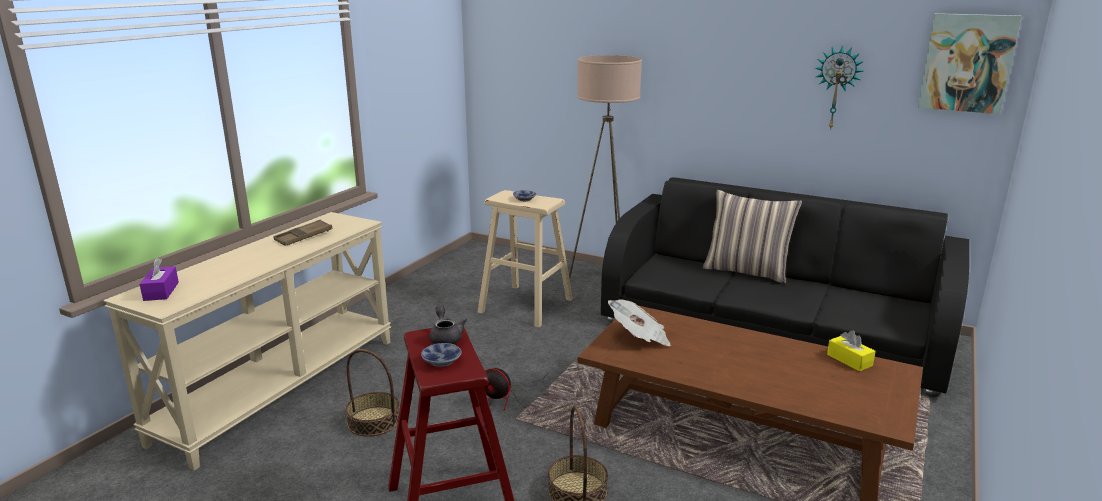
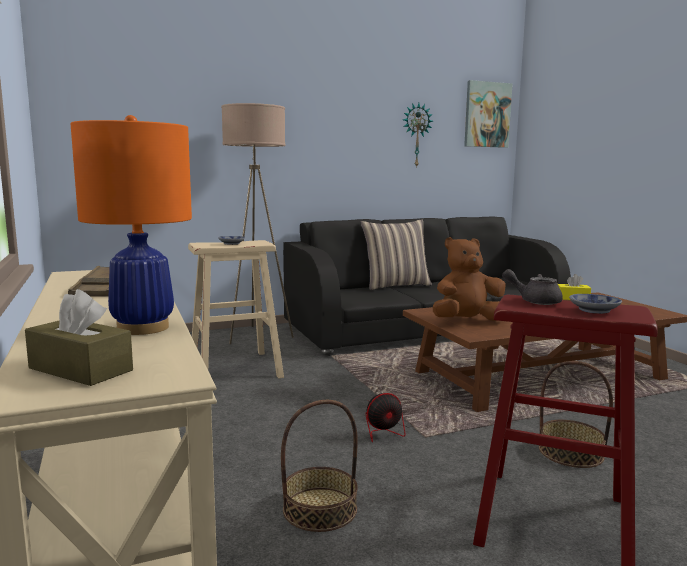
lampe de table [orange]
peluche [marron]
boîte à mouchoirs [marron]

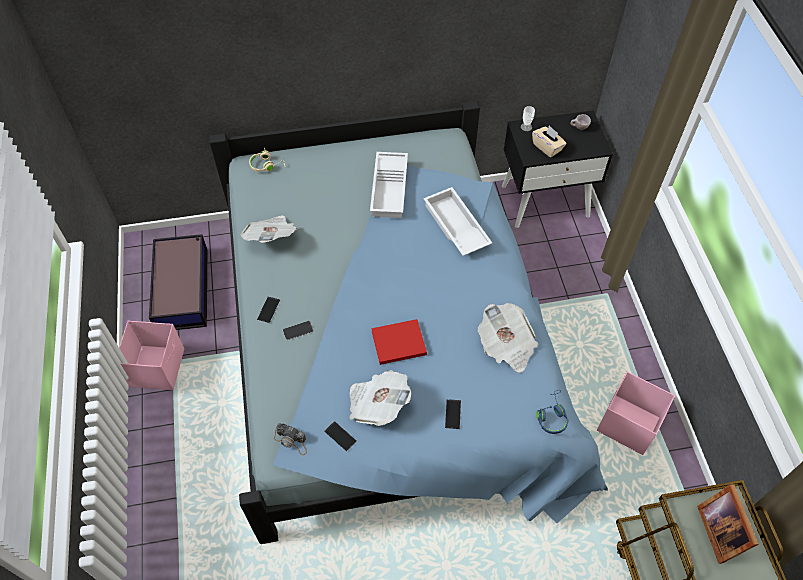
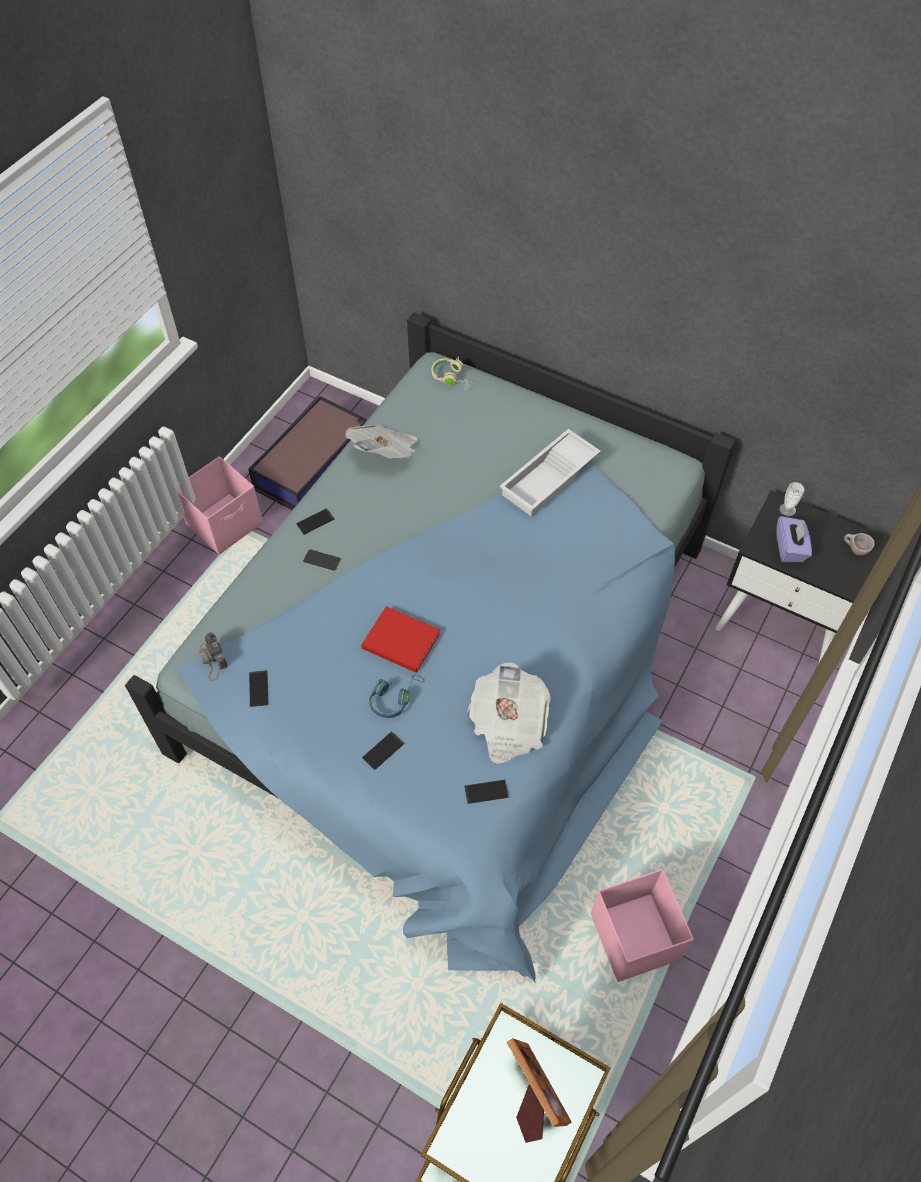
journal (no. 2 from left in the first image)
plateau [blanc] (no. 2 from left in the first image)
téléphone (no. 5 from left)
casque audio [bleu]
boîte à mouchoirs [violet]
cadre photo

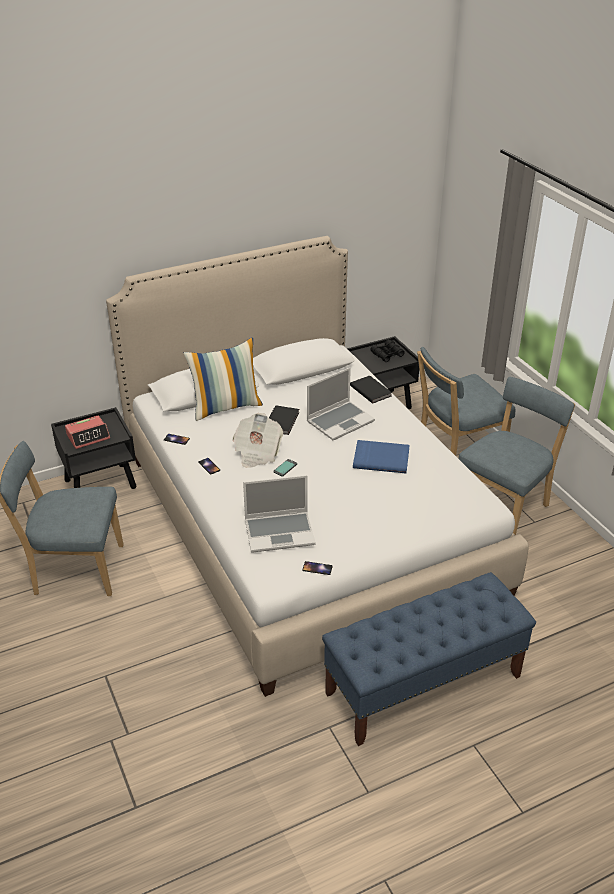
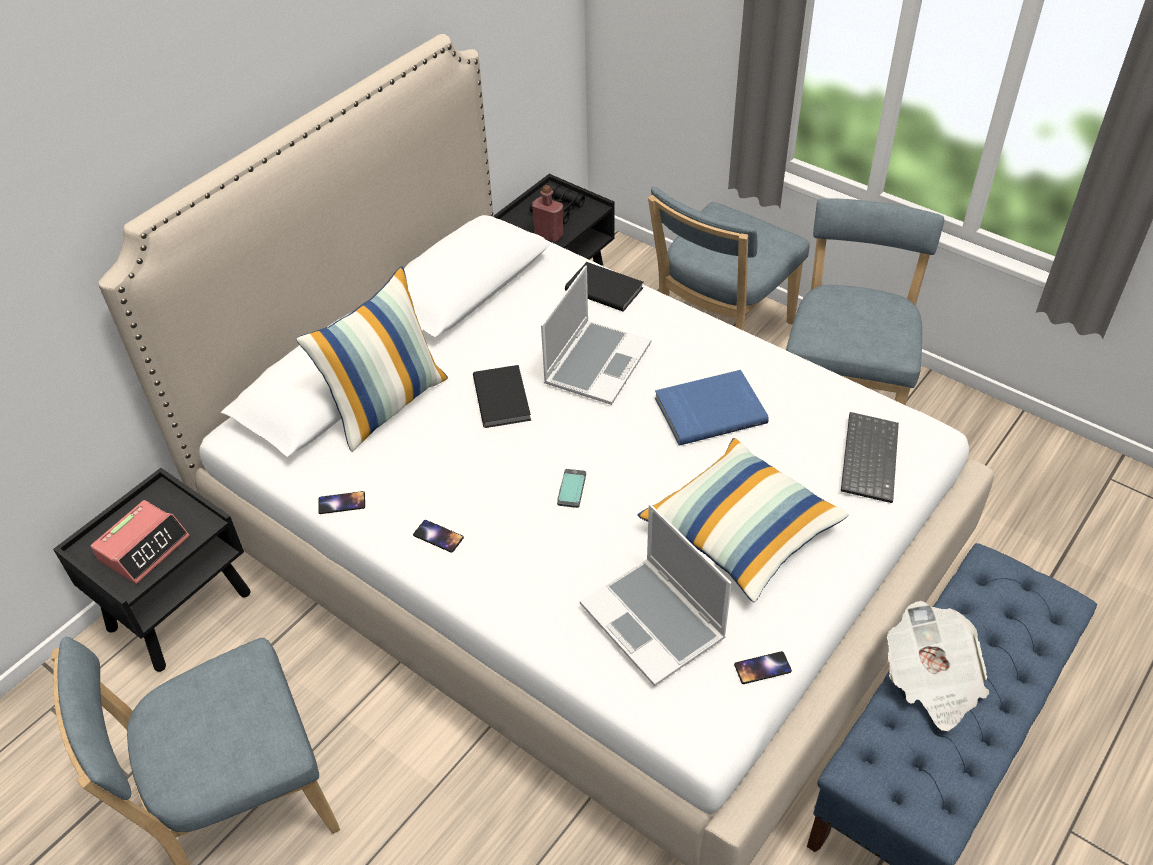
bouteille [rouge]
coussin (no. 2 from left)
clavier
journal
ordinateur portable (no. 2 from left)

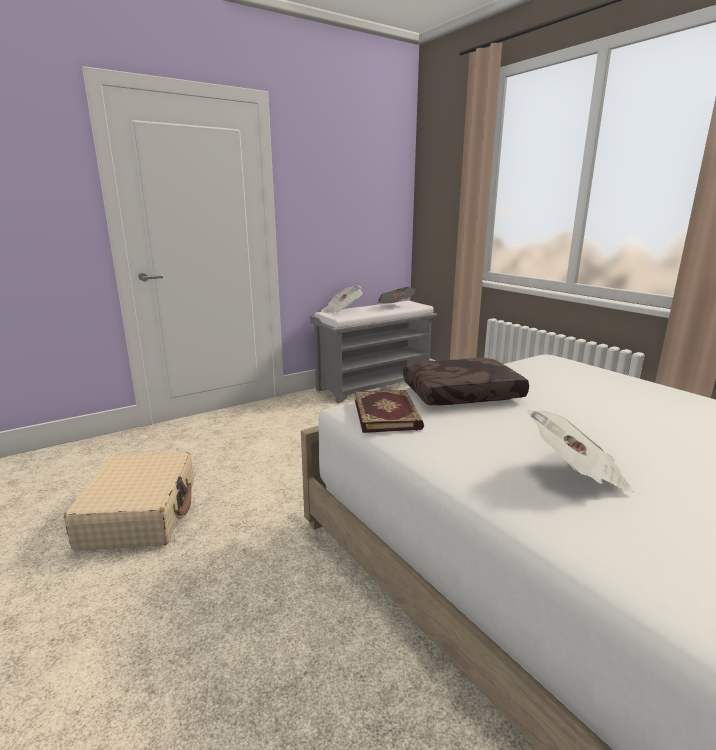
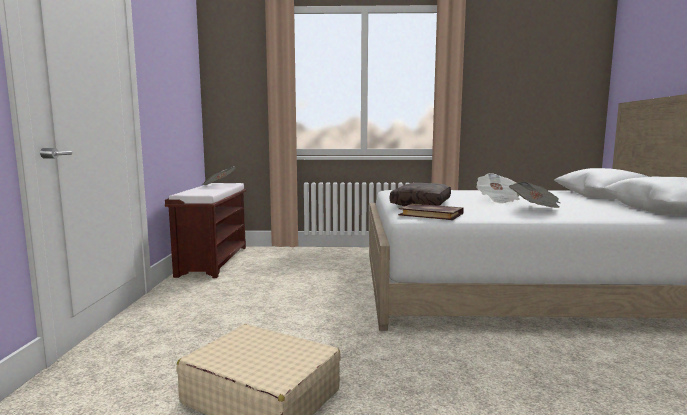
journal (no. 2 from left)
banc [marron]

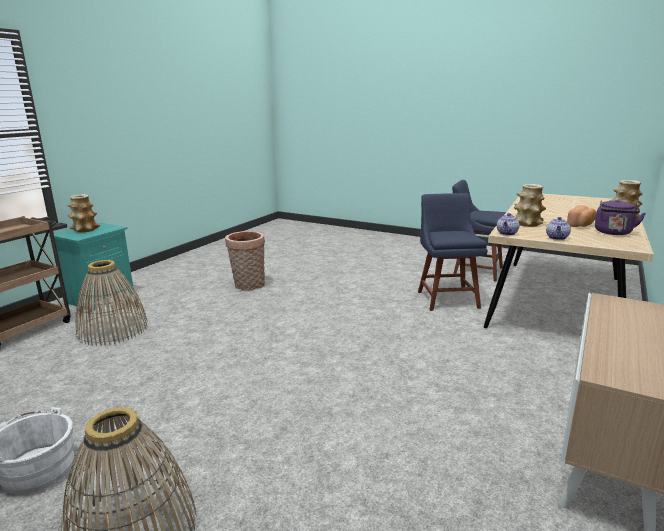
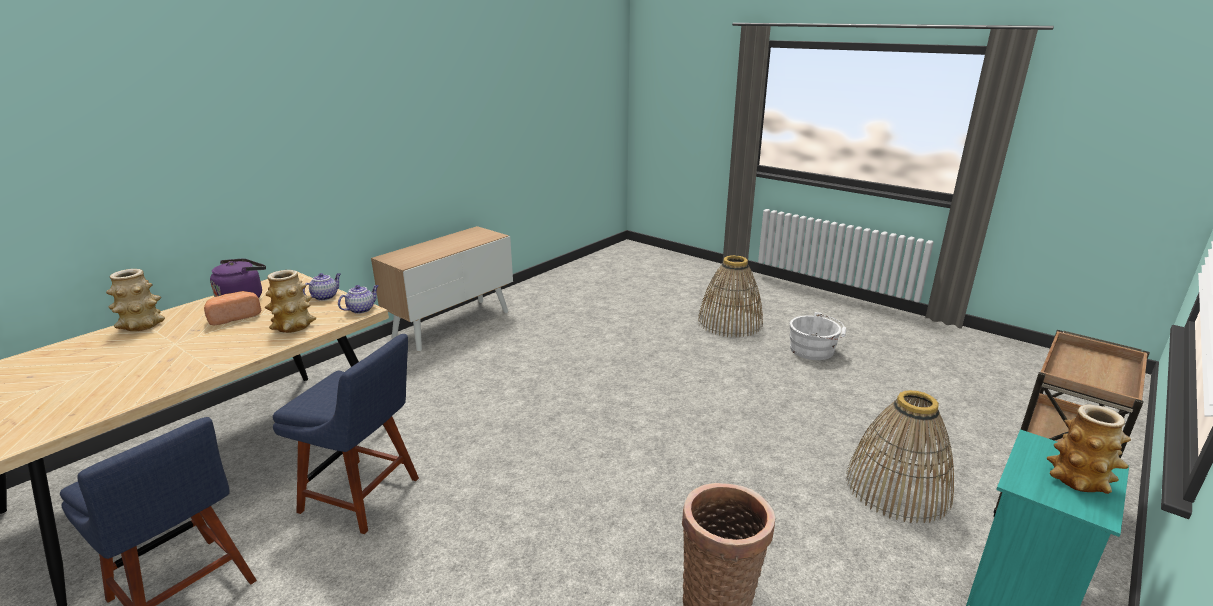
chaise [bleu] (no. 2 from left)

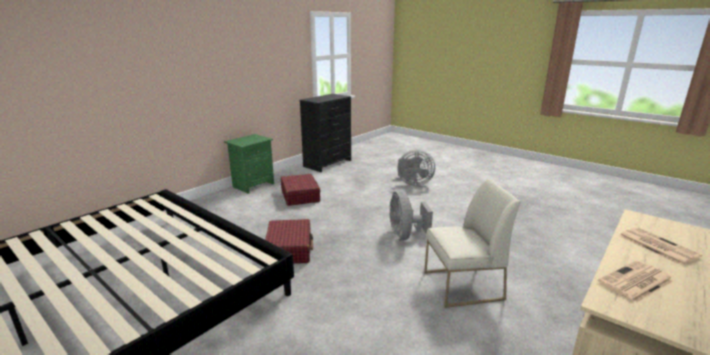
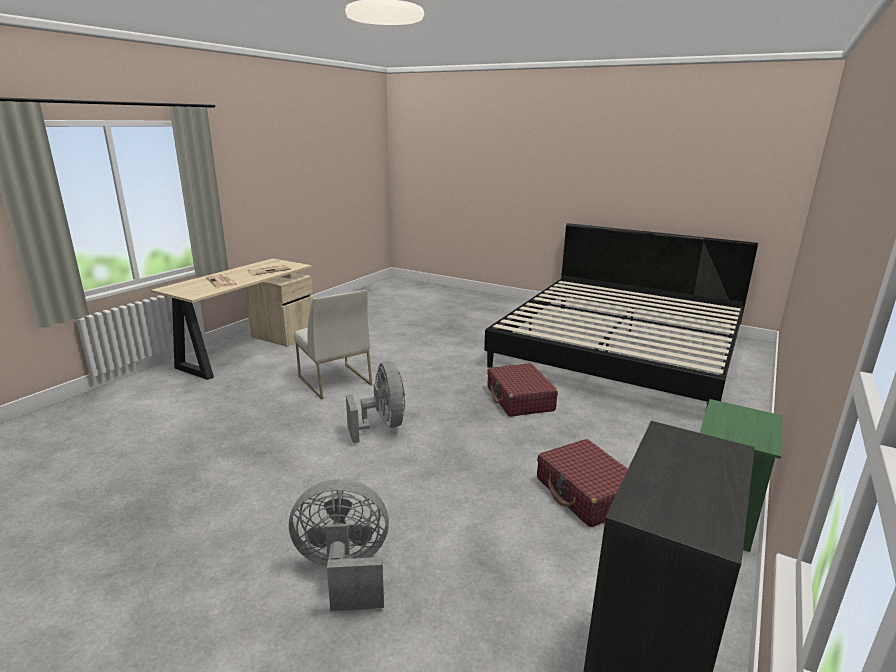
chaise [blanc]

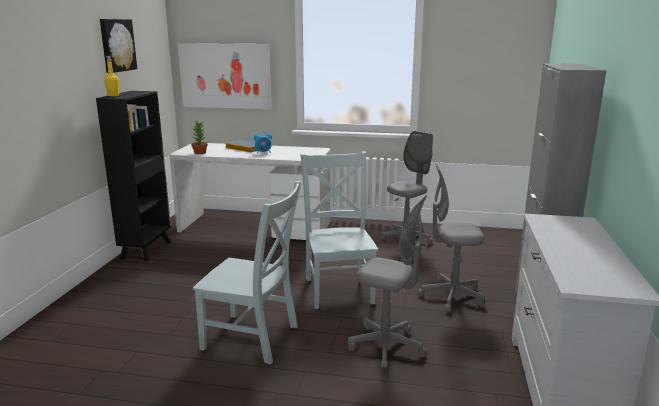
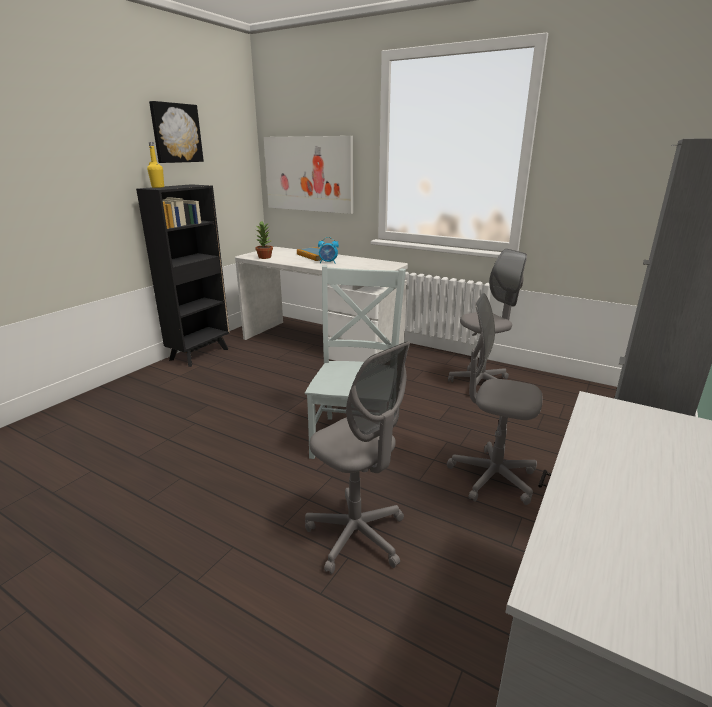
chaise [gris] (no. 1 from left in the first image)

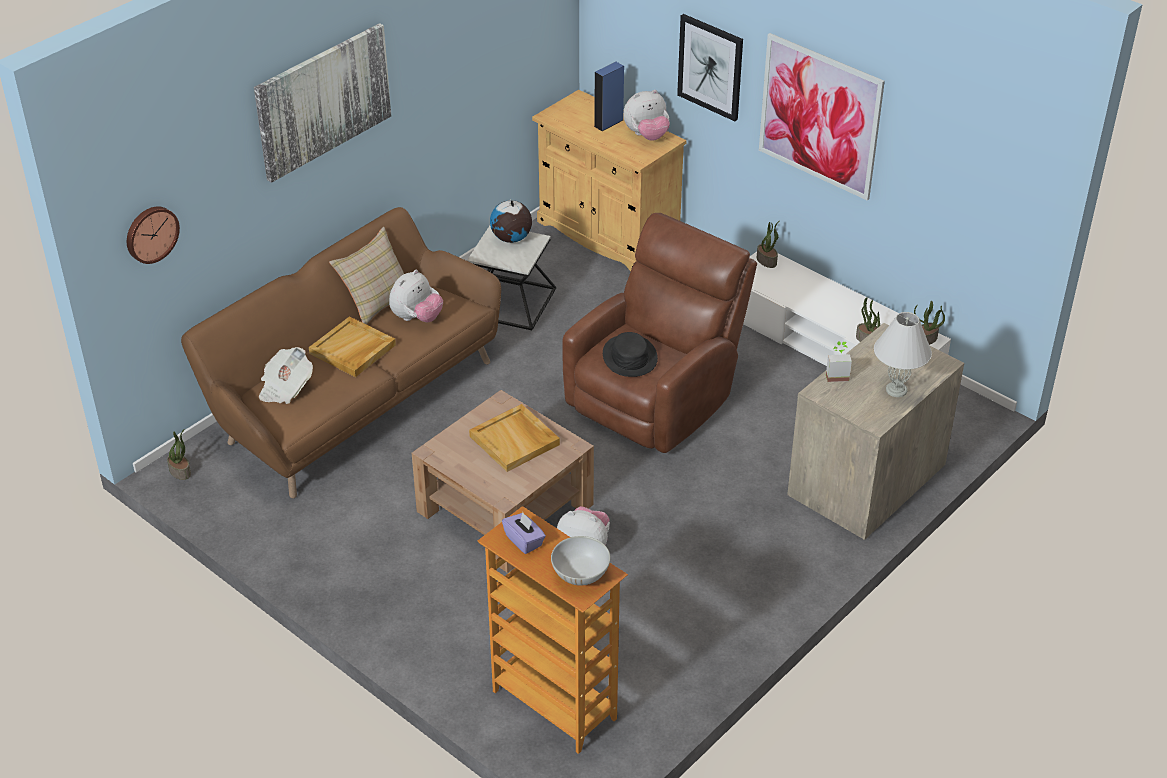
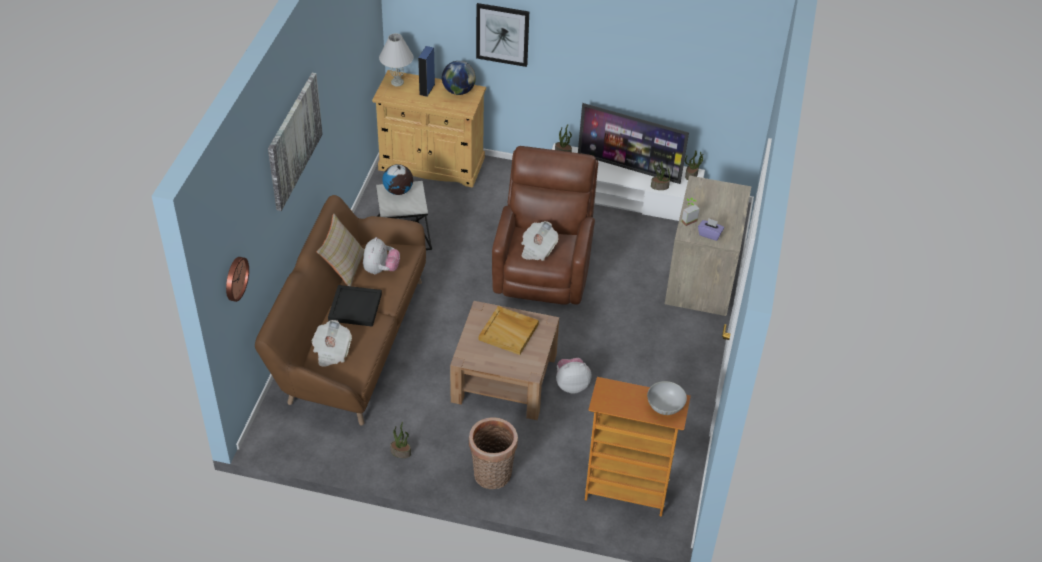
tableau (no. 3 from left in the first image)
panier
téléviseur
plante en pot (no. 1 from left)
boîte à mouchoirs [violet]
lampe de table [blanc]
journal (no. 2 from left)
globe (no. 2 from left)
plateau [noir]

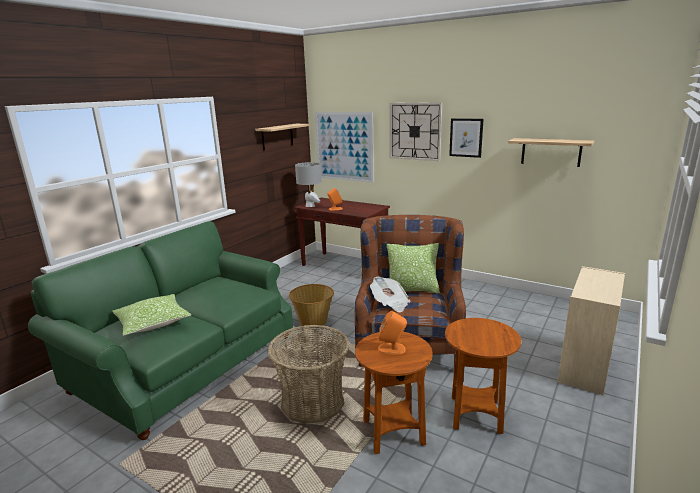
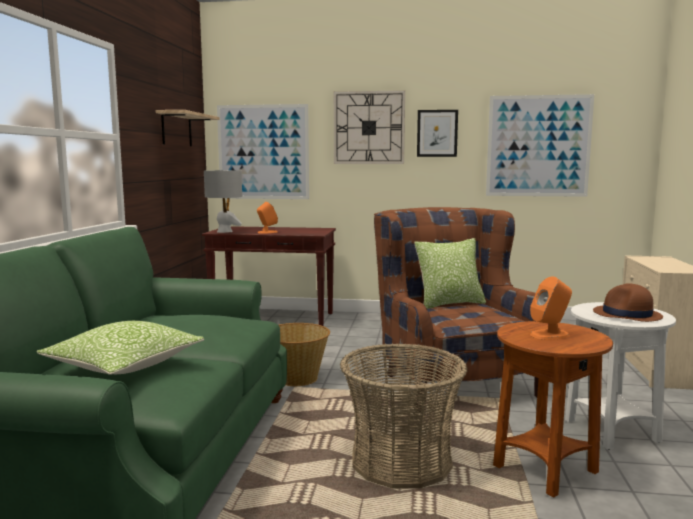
journal
chapeau [marron]
tableau (no. 3 from left)
table d'appoint [blanc]

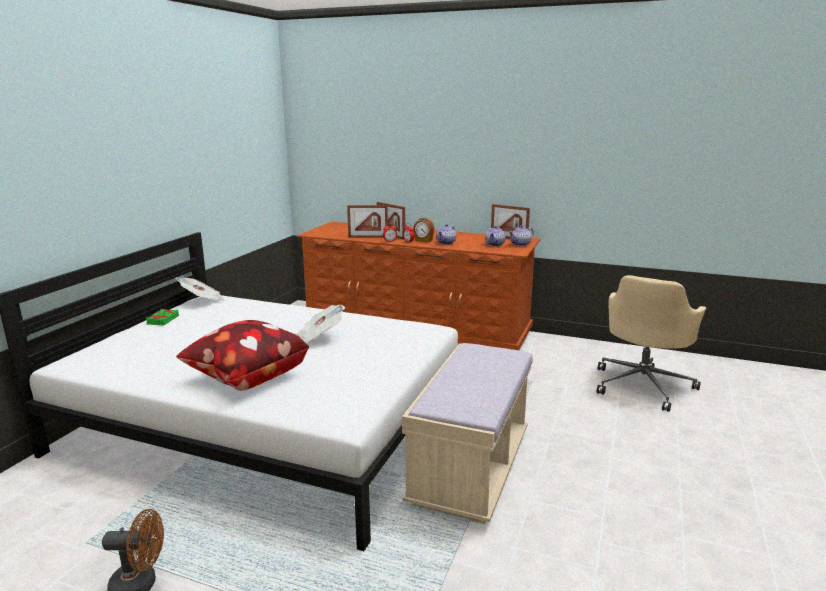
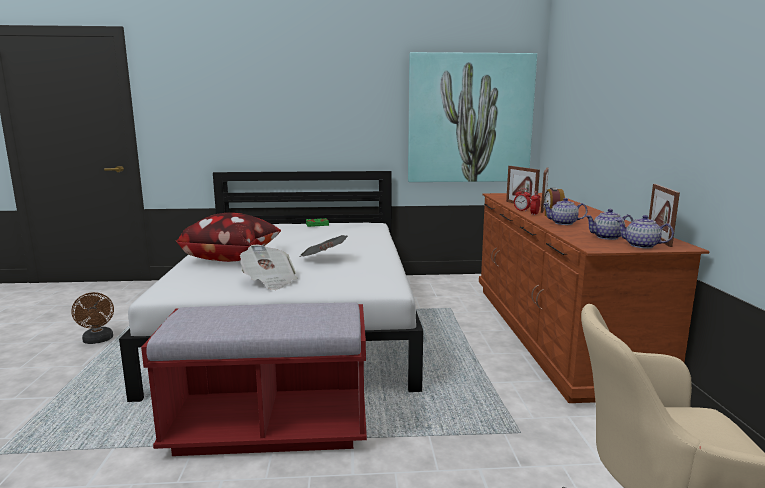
tableau
journal (no. 1 from left)
banc [rouge]

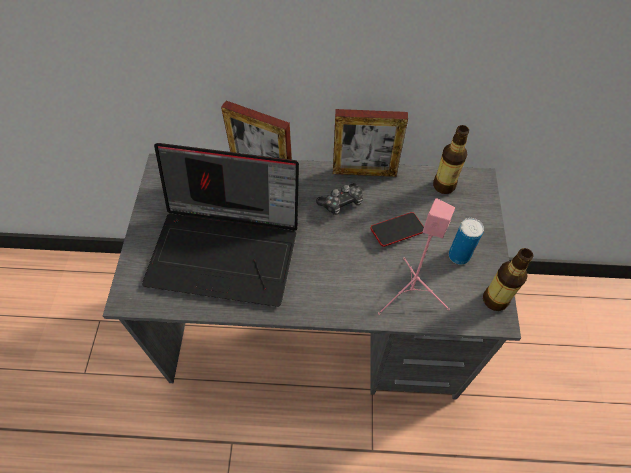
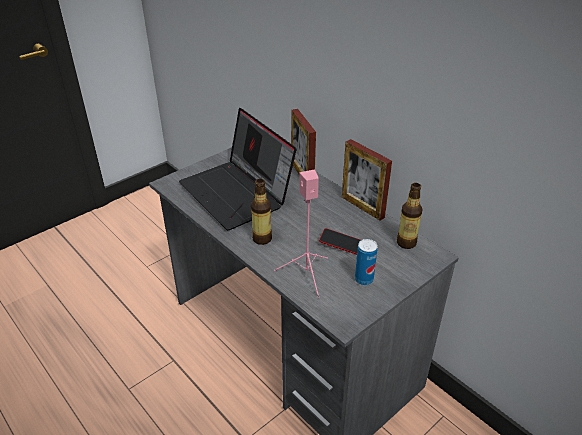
manette
bouteille (no. 1 from left)

